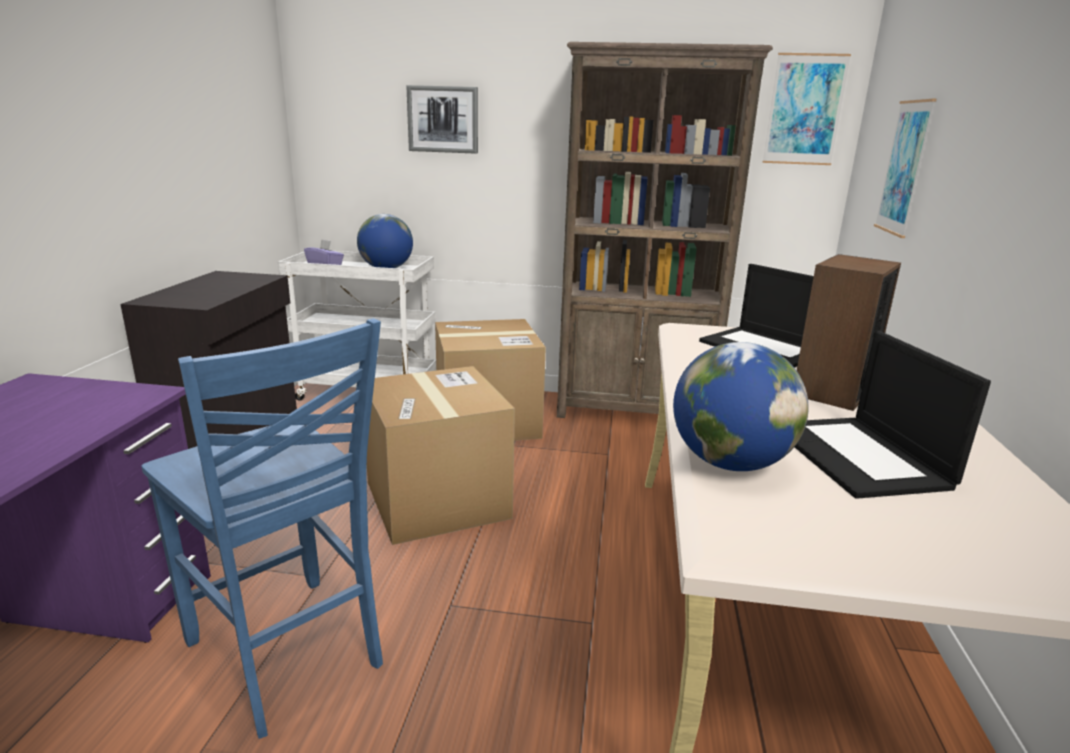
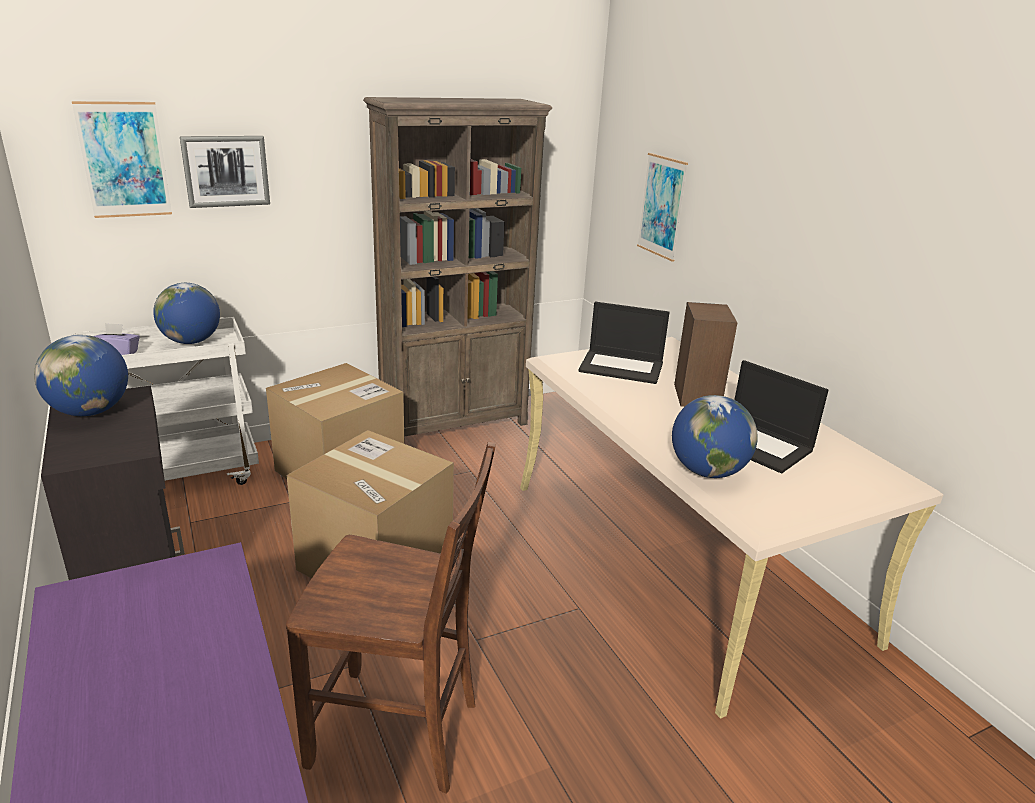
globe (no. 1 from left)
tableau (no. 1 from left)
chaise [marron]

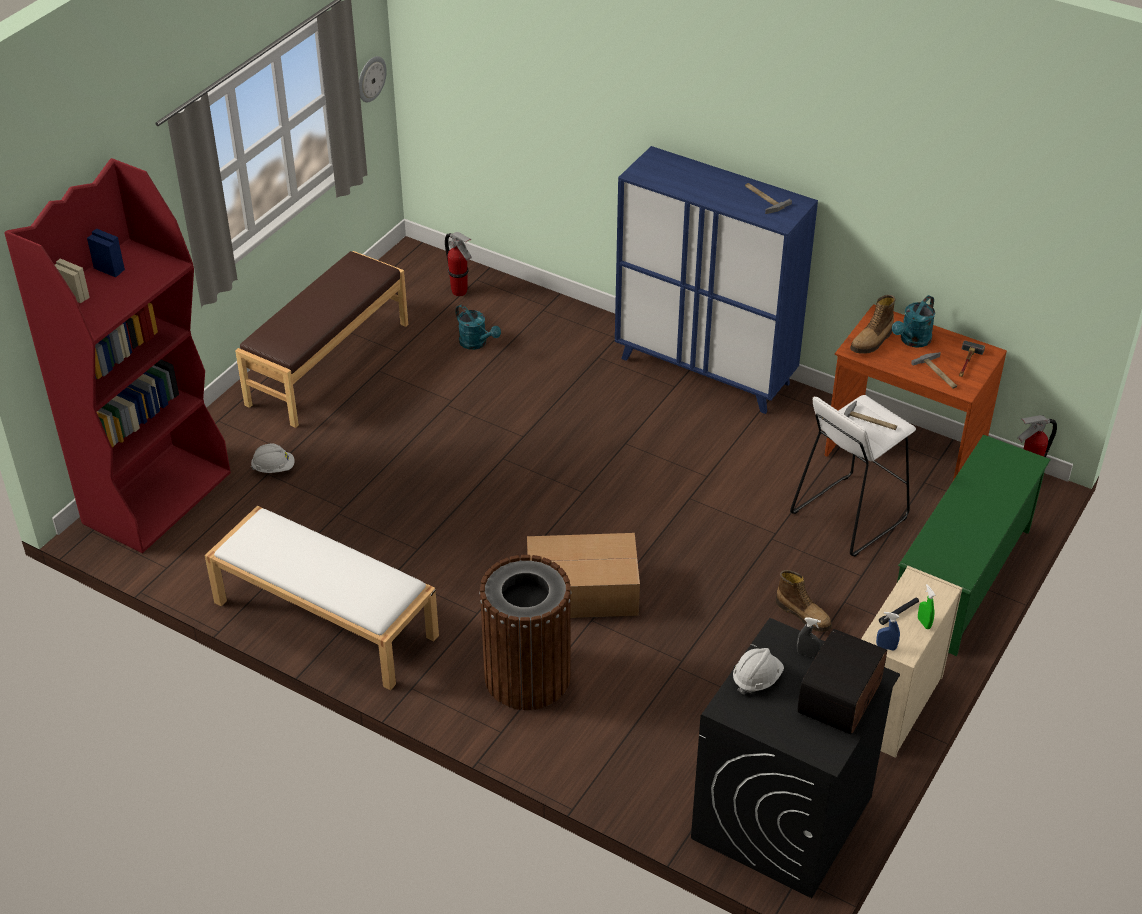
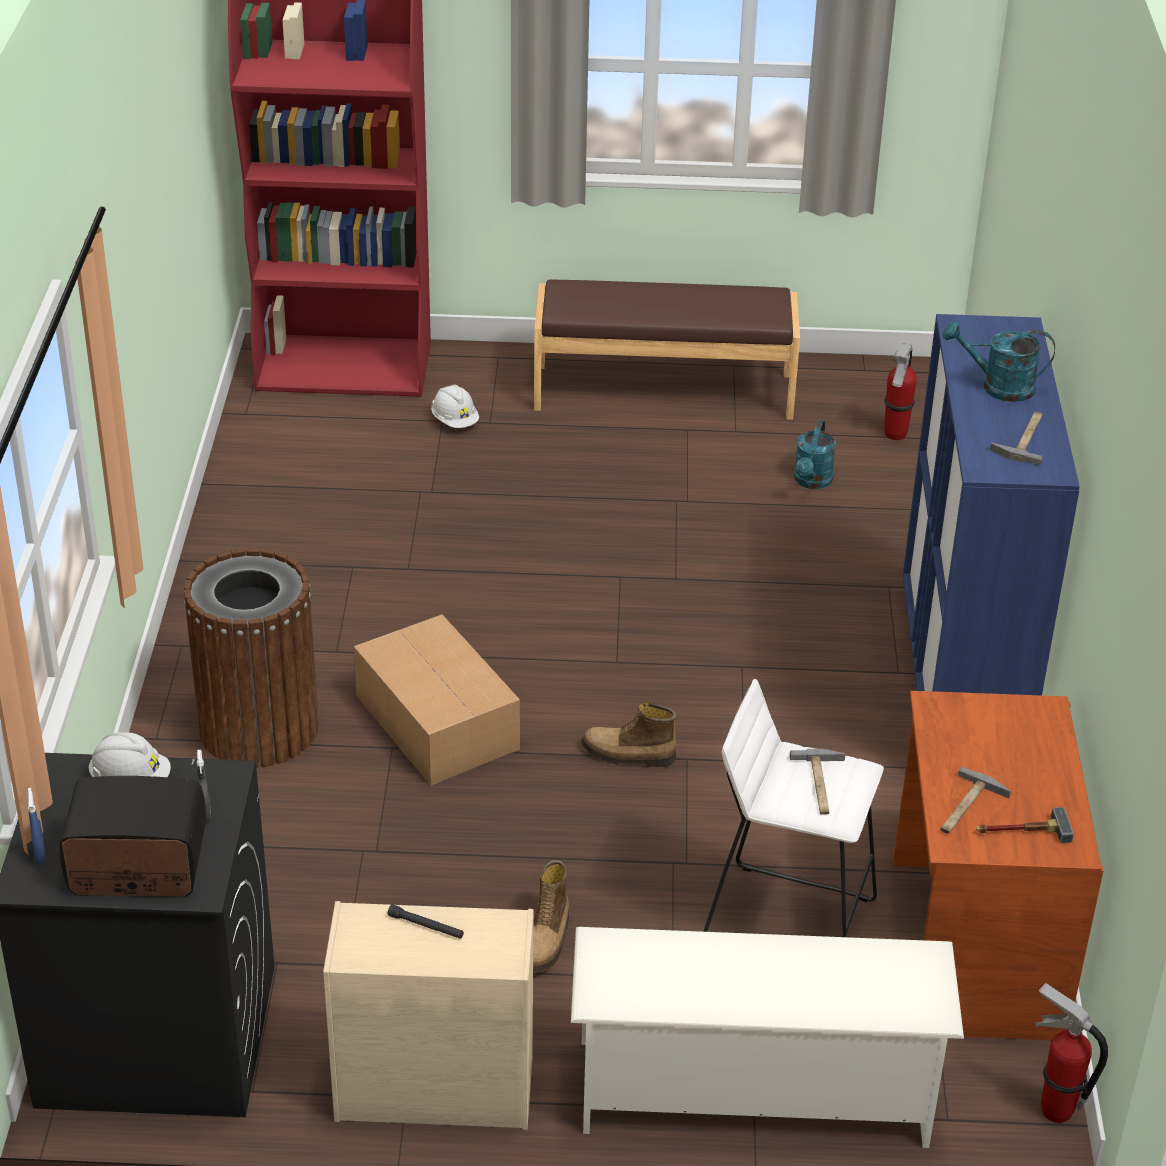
banc [blanc]
horloge murale
vaporisateur [vert]
botte (no. 2 from left)
vaporisateur [bleu]
arrosoir [turquoise] (no. 2 from left)
étagère à chaussures [blanc]

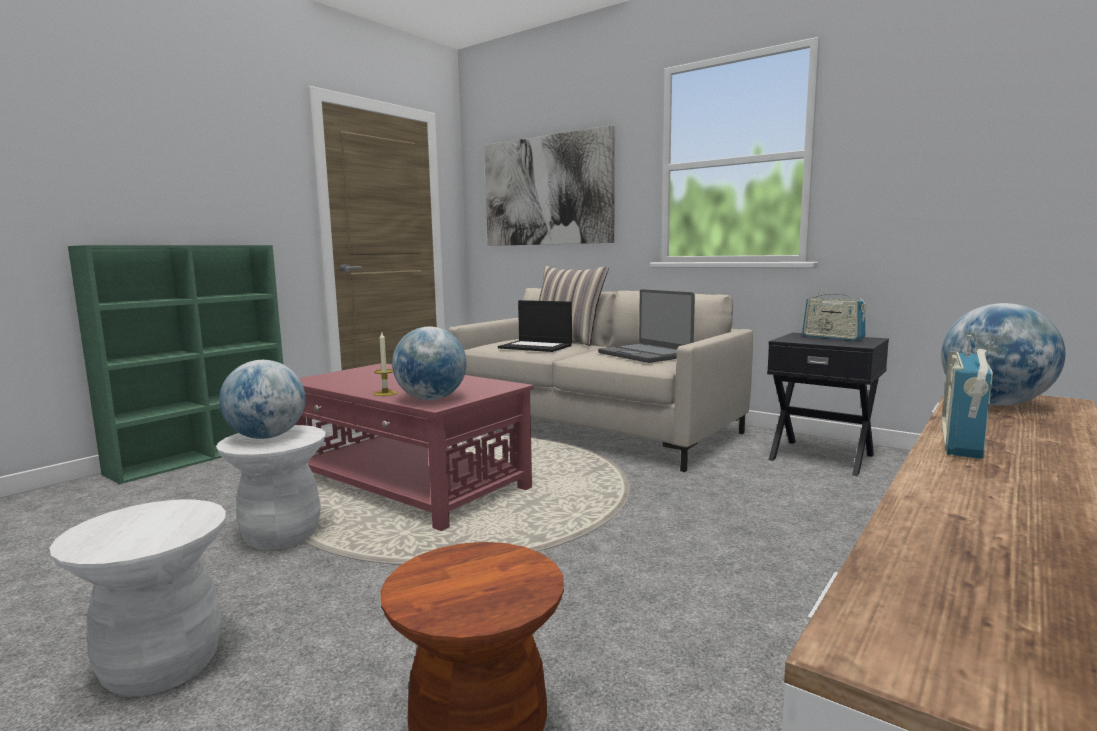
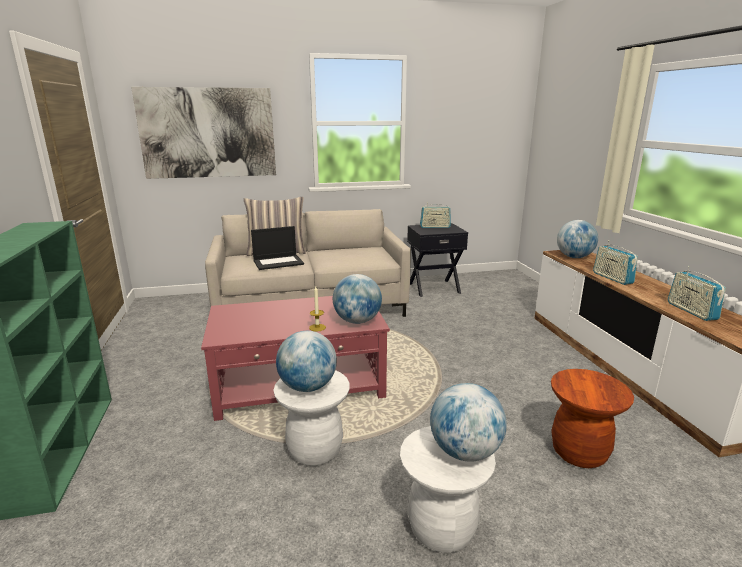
ordinateur portable (no. 2 from left in the first image)
globe (no. 3 from left)
radio (no. 3 from left)

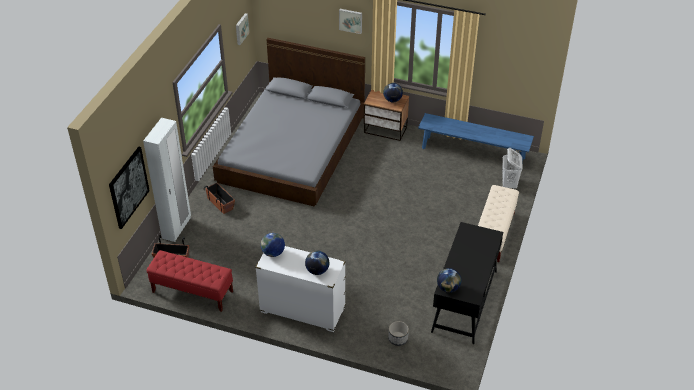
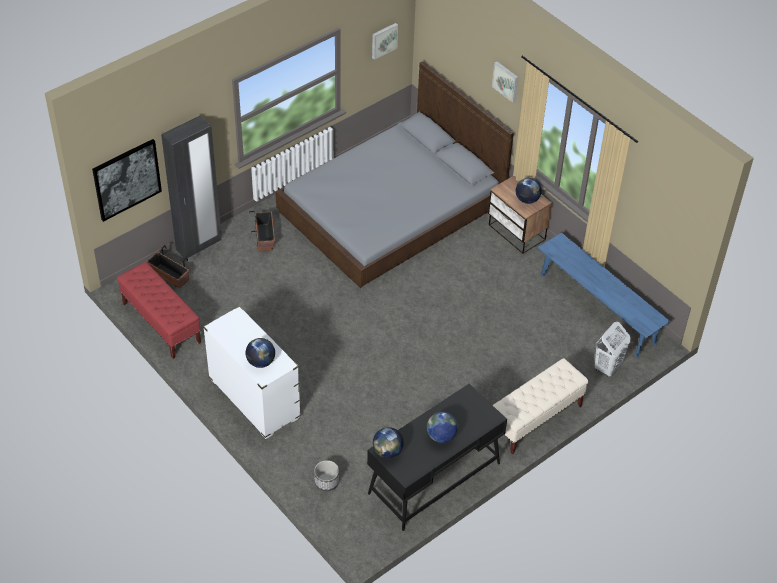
globe (no. 3 from left)
armoire [noir]

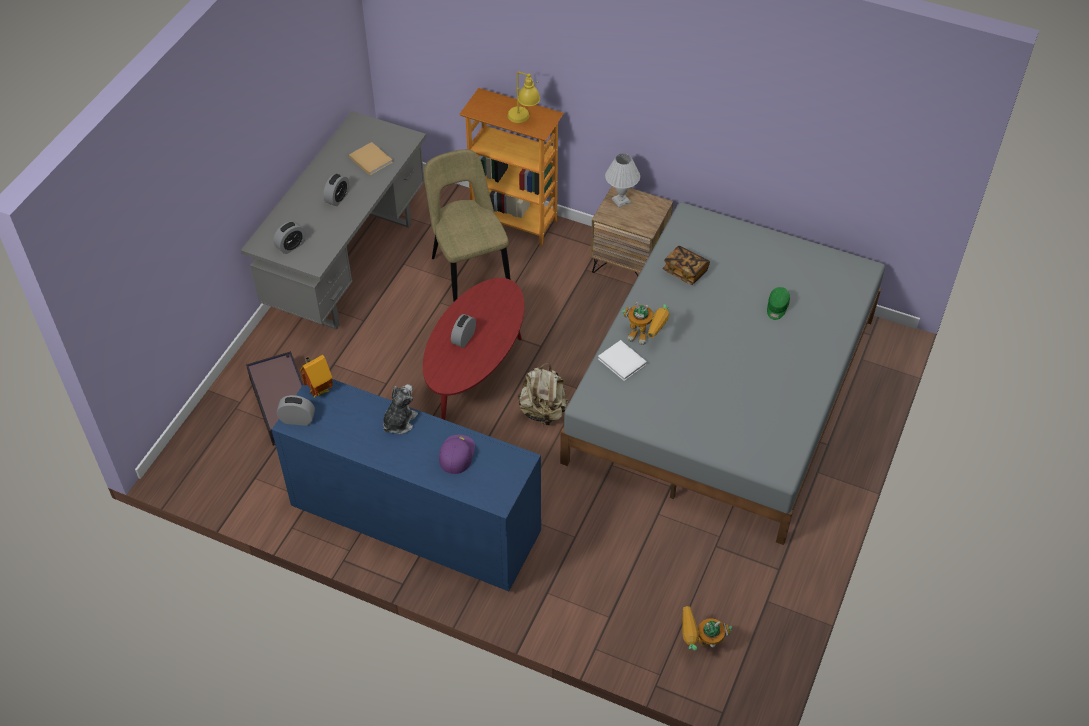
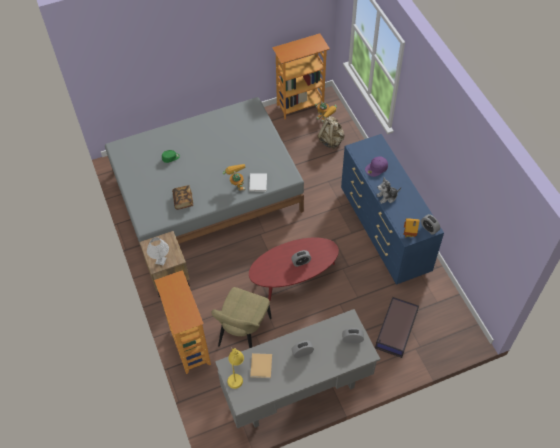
bibliothèque (no. 2 from left)
lampe de table [jaune]
sac à dos [beige]

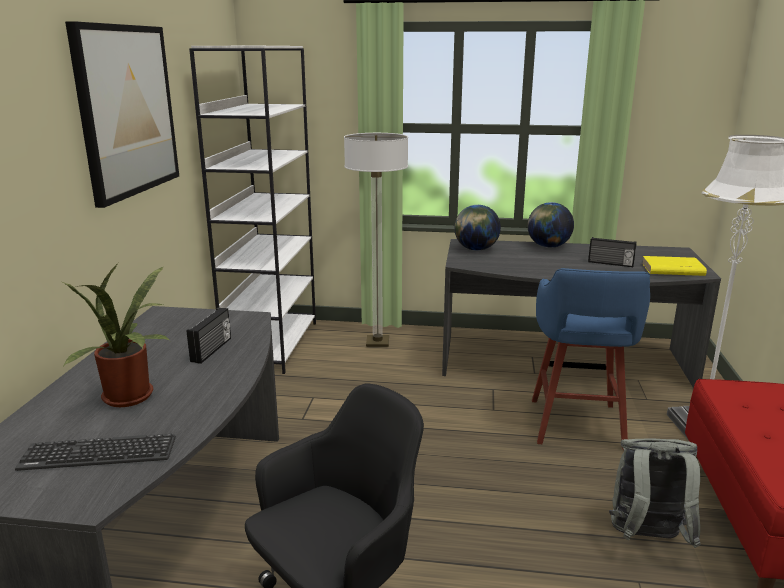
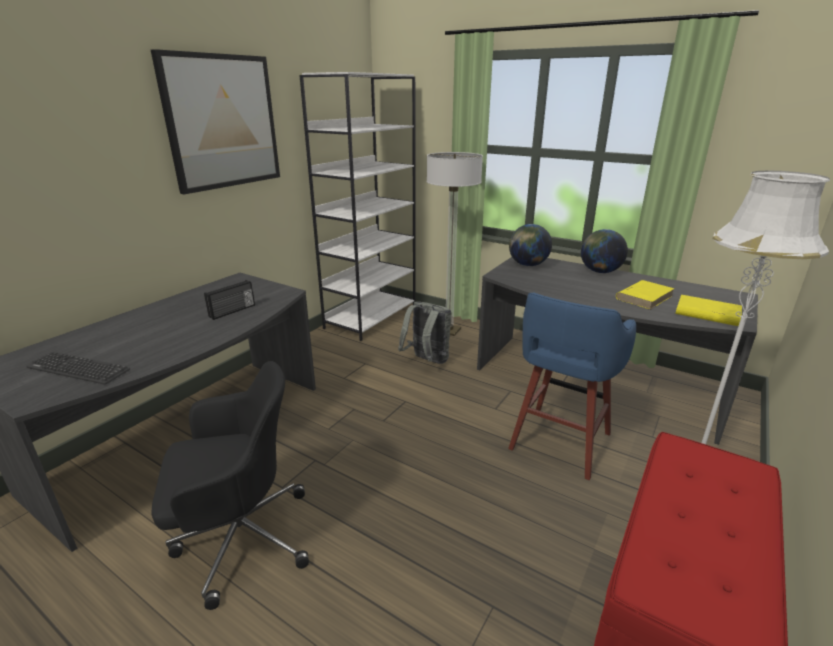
plante en pot
sac à dos [gris]
livre [jaune] (no. 1 from left)

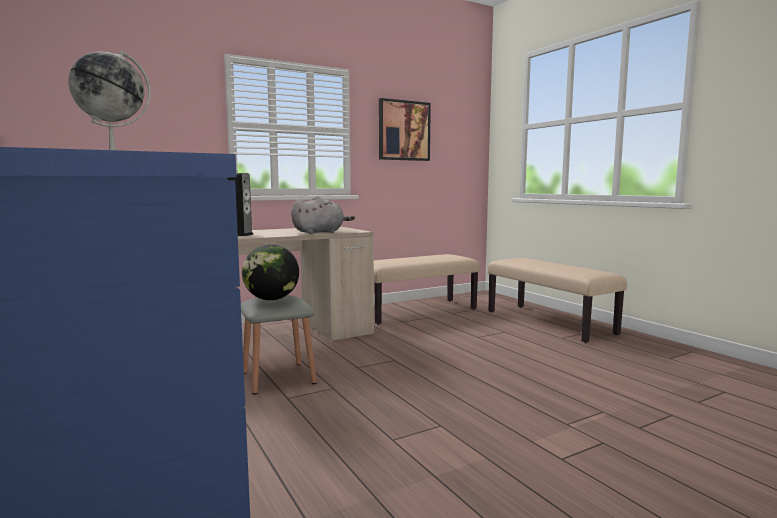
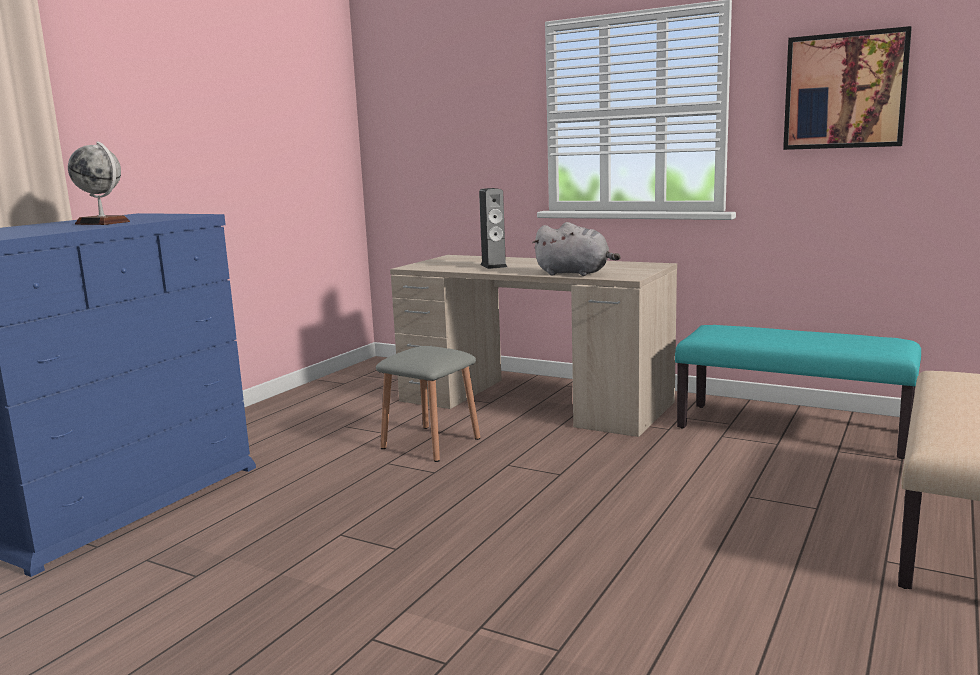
globe (no. 2 from left in the first image)
banc [turquoise]

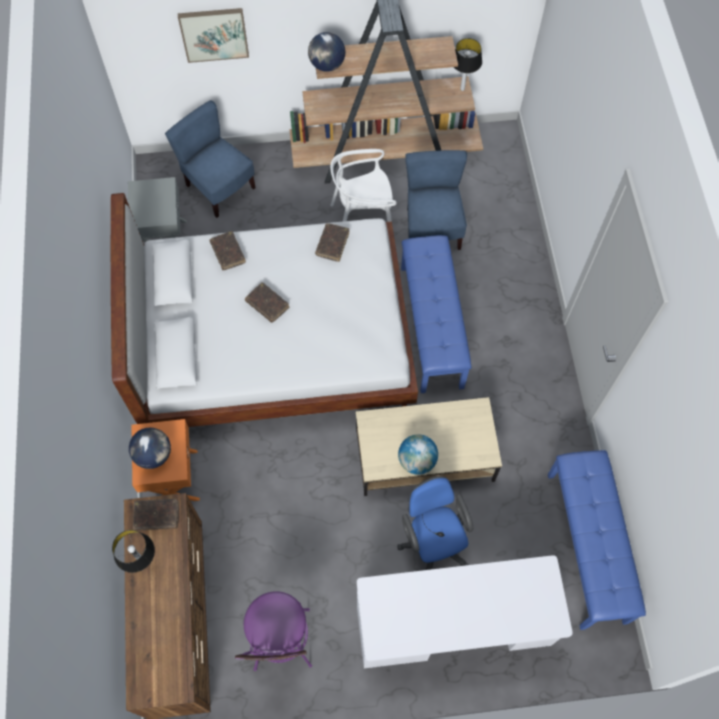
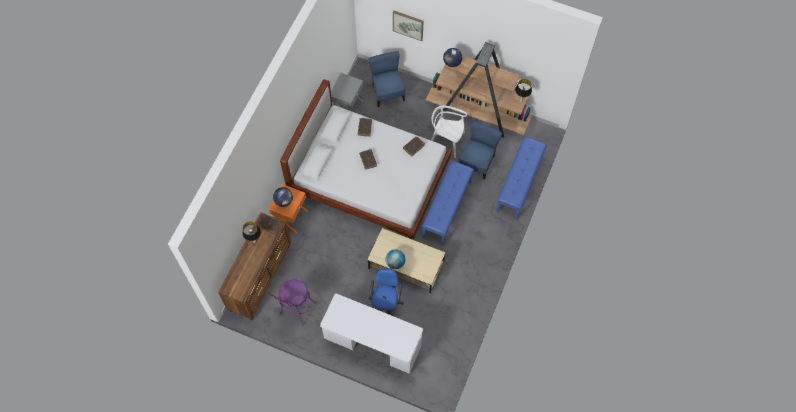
banc [bleu] (no. 2 from left)

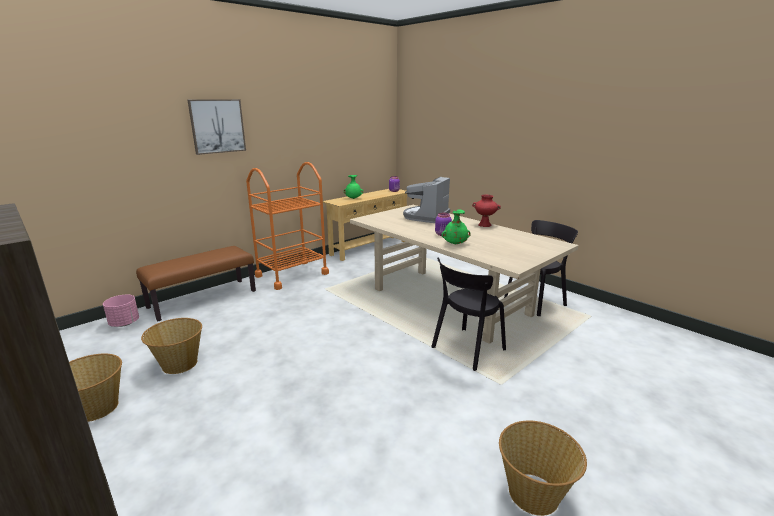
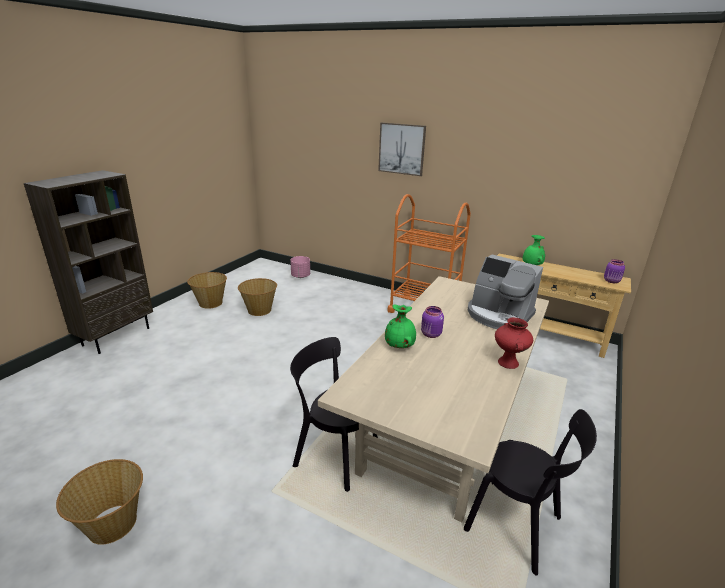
banc [marron]
machine à café

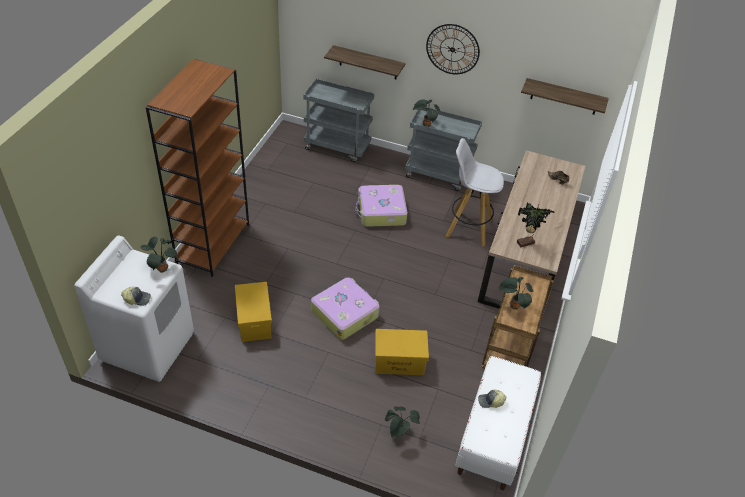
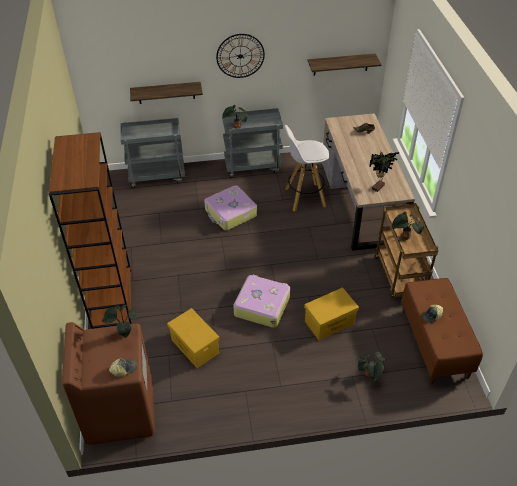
lave-linge [marron]
banc [marron]

